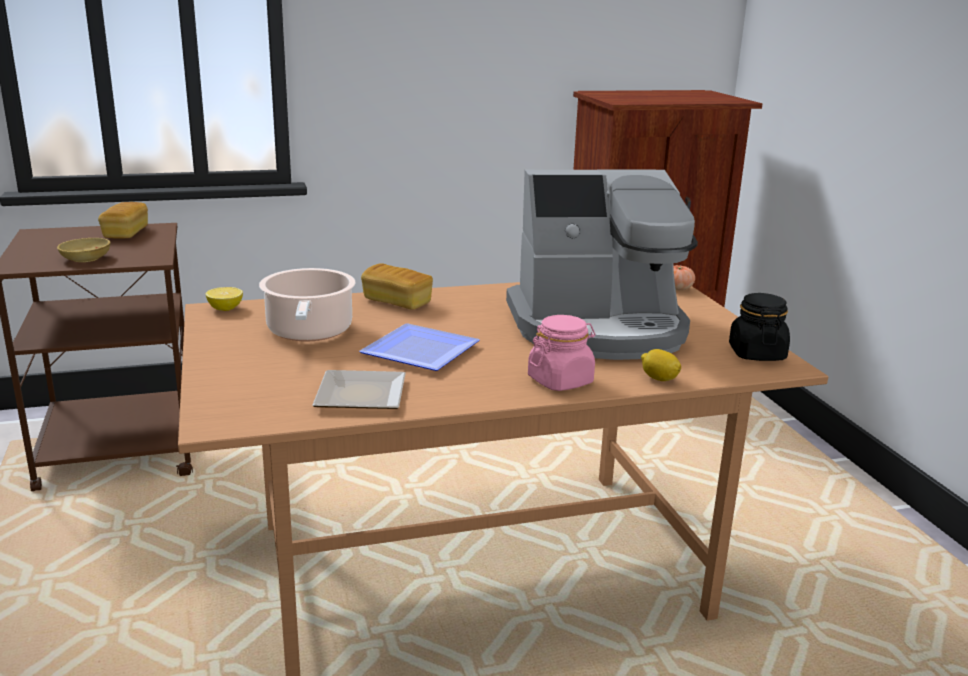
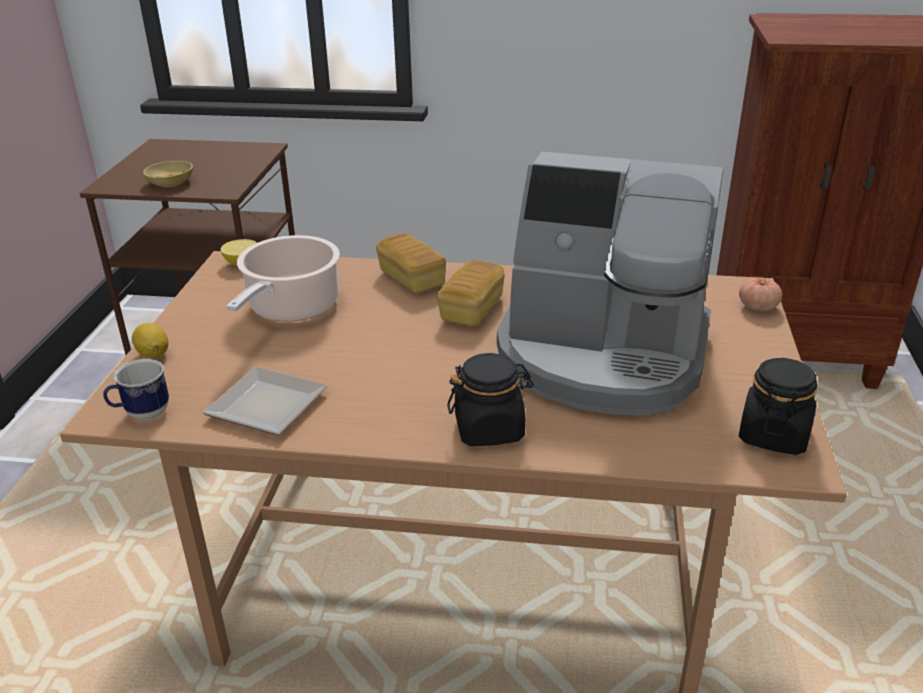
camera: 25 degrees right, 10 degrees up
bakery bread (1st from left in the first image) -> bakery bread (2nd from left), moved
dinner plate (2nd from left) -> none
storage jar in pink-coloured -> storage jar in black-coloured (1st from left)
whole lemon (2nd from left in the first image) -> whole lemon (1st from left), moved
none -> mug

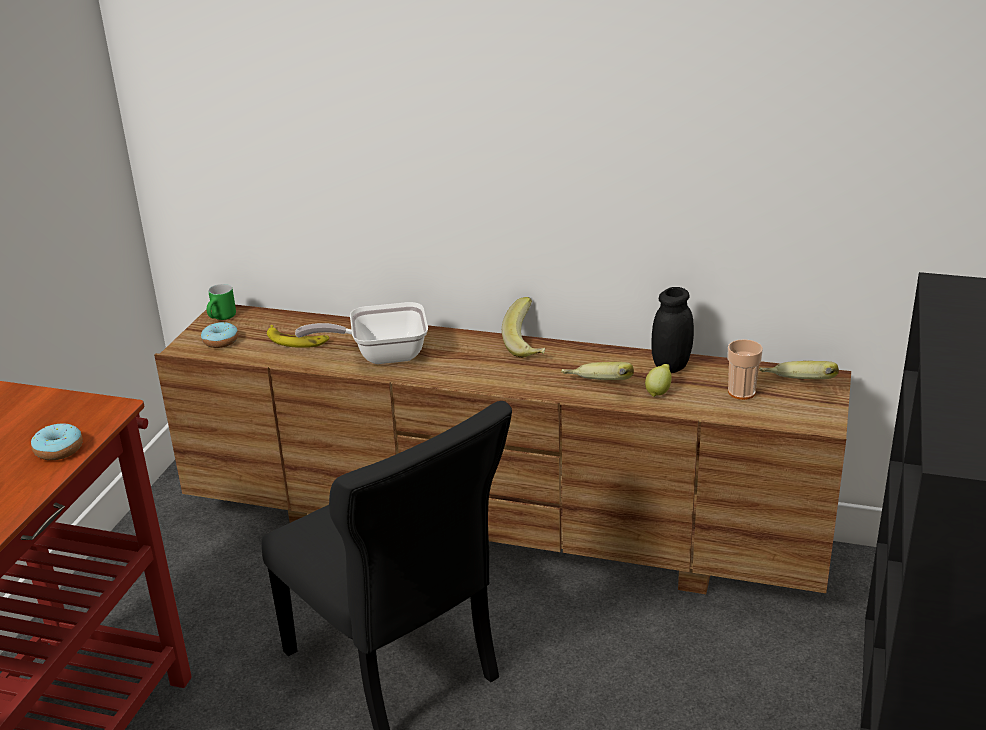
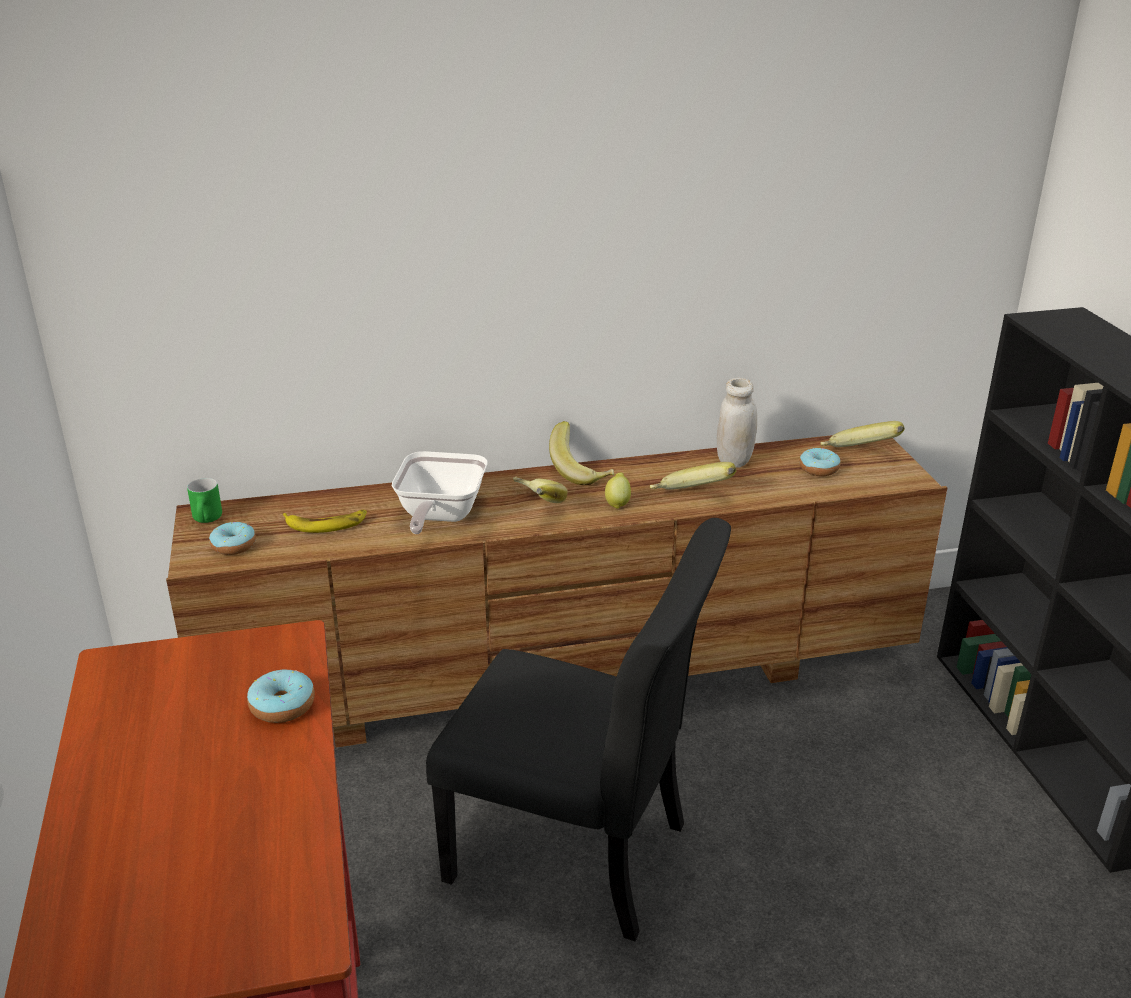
camera: 30 degrees left, 0 degrees up
pan, 45 degrees counterclockwise
whole lemon, moved
storage jar in black-coloured -> storage jar in white
small cup -> donut (3rd from left)
none -> whole banana (2nd from left)

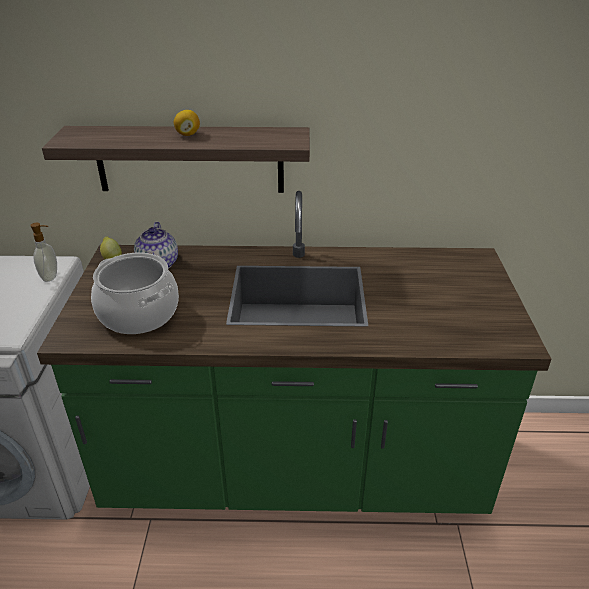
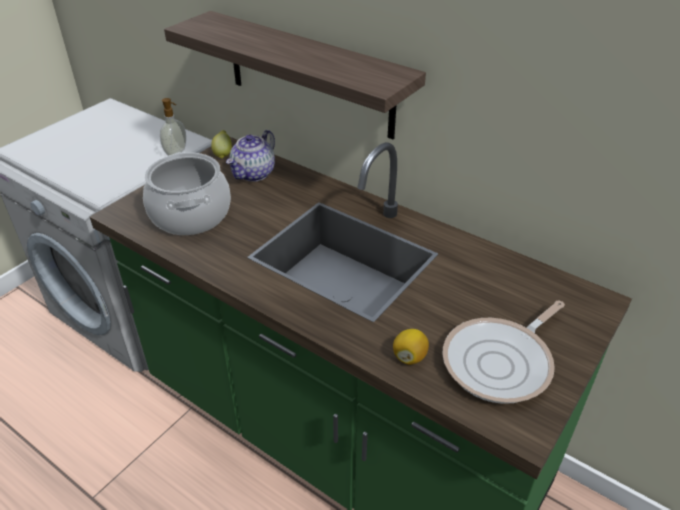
camera: 35 degrees right, 5 degrees up
whole lemon (2nd from left), moved
none -> pan

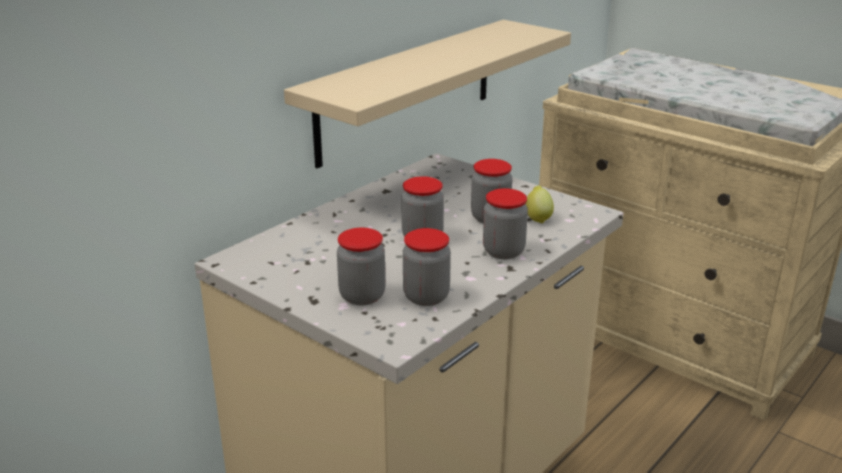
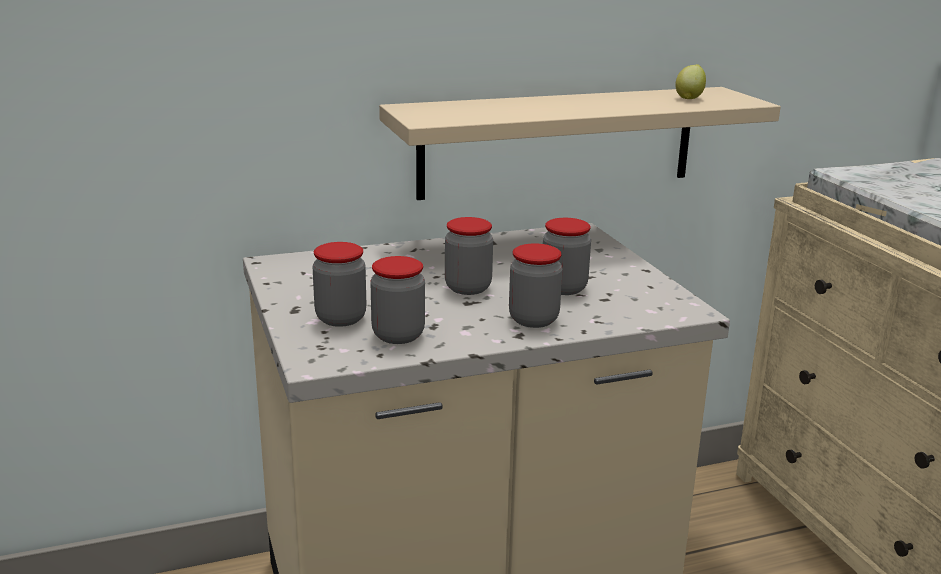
camera: 30 degrees right, 5 degrees down
whole lemon, moved

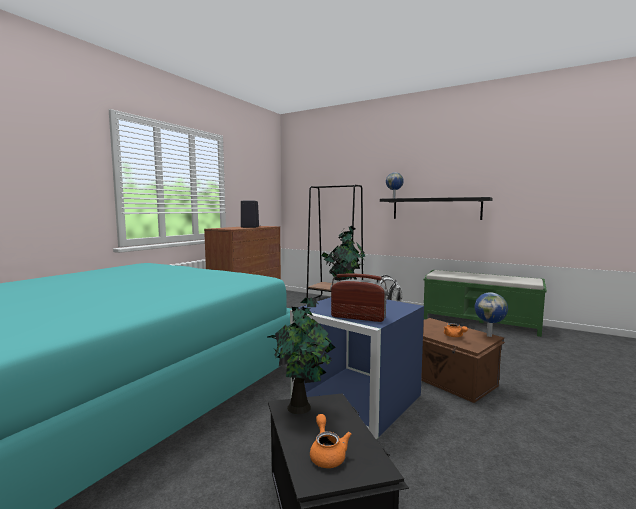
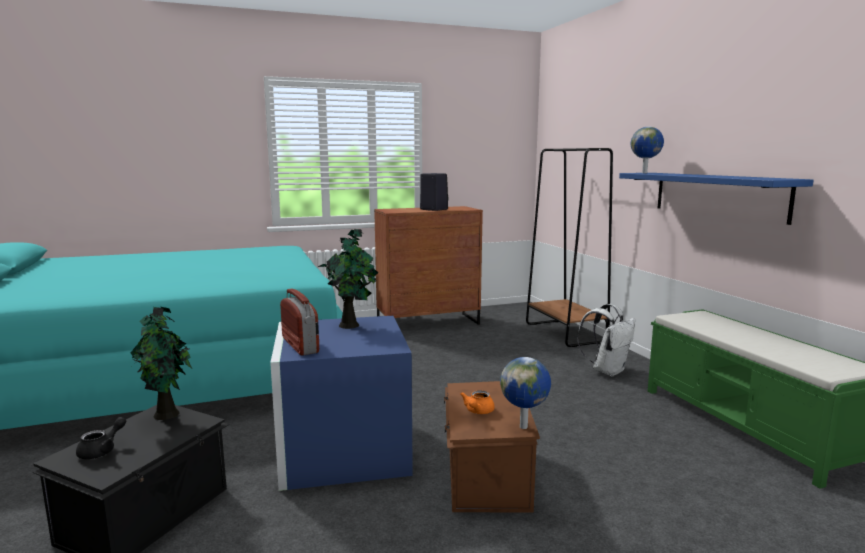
camera: 40 degrees right, 5 degrees up
pot for tea in orange (1st from left) -> pot for tea in black-coloured
bracket shelf in black-coloured -> bracket shelf in blue-coloured

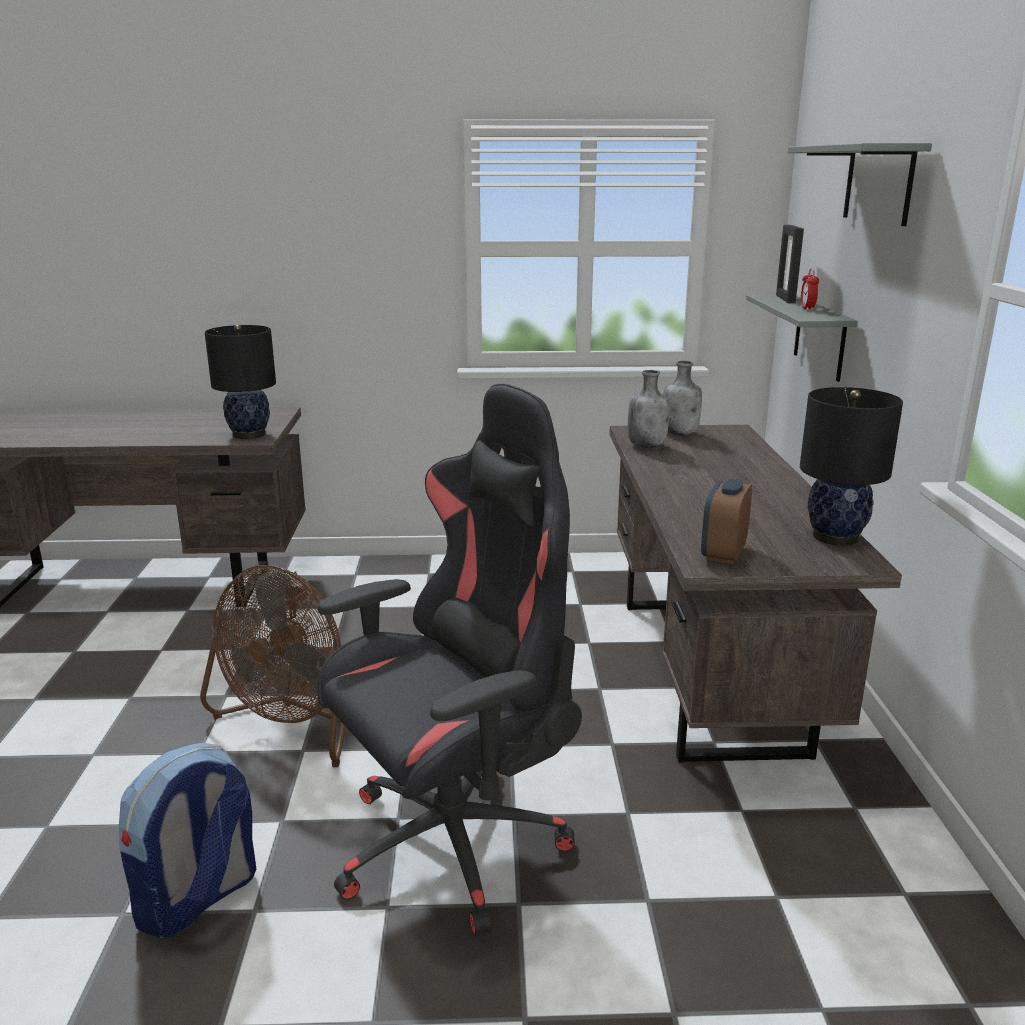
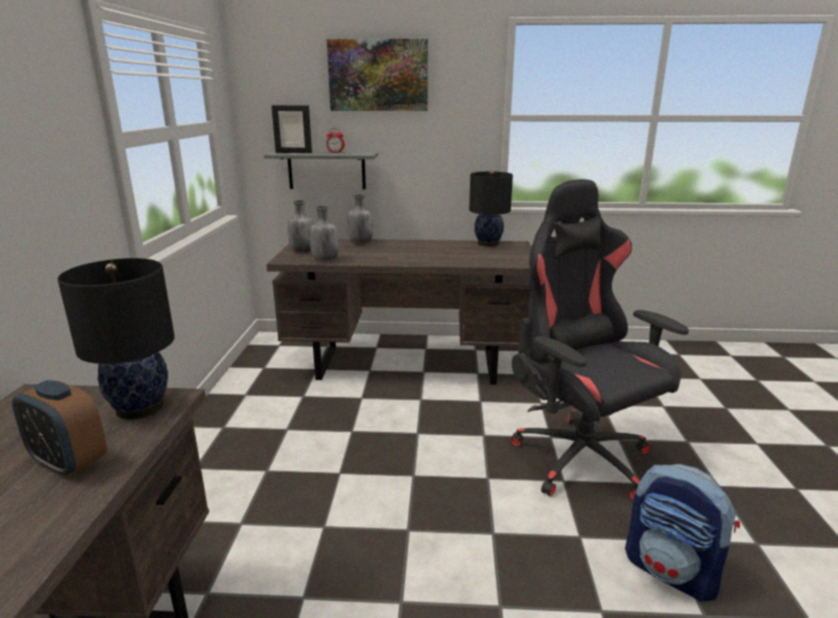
camera: 85 degrees left, 0 degrees up
fan in brownish -> none
table clock (1st from left), moved
bracket shelf in grey (2nd from left) -> picture
none -> bottle in grey (3rd from left)

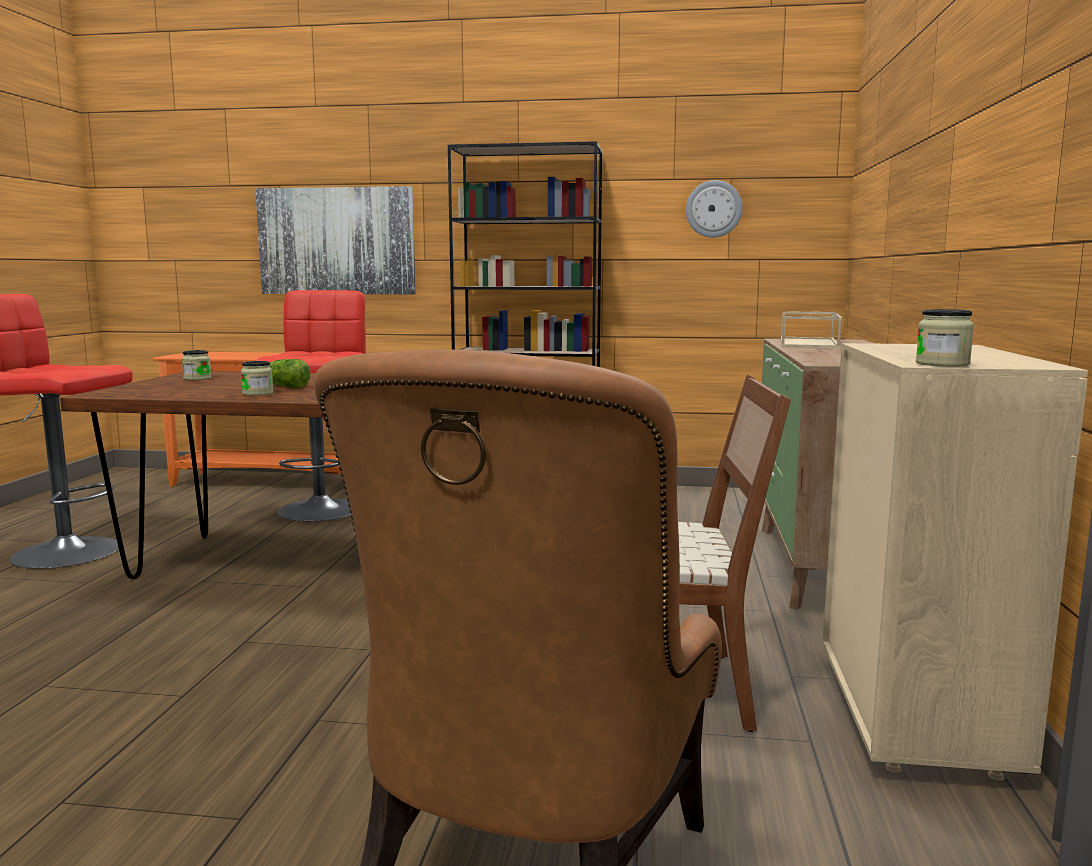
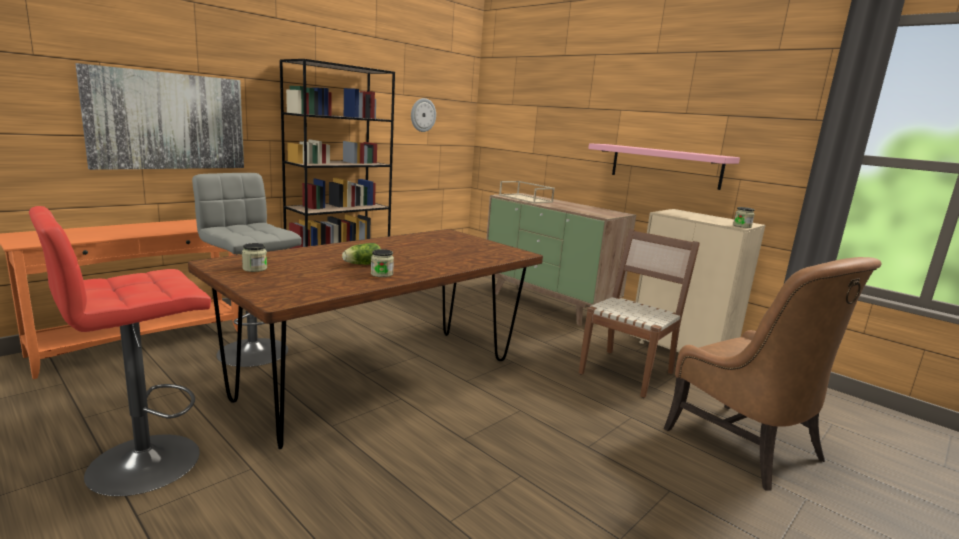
camera: 55 degrees left, 5 degrees up
sitting stool in red (2nd from left) -> sitting stool in grey
none -> bracket shelf in pink-coloured

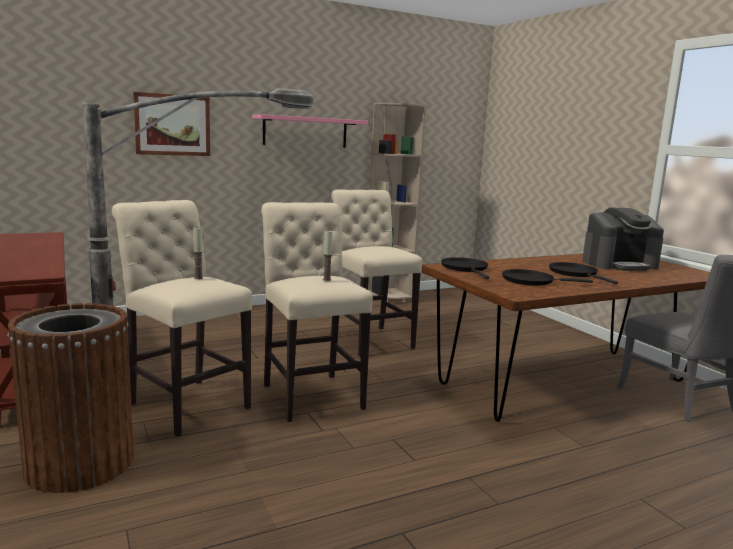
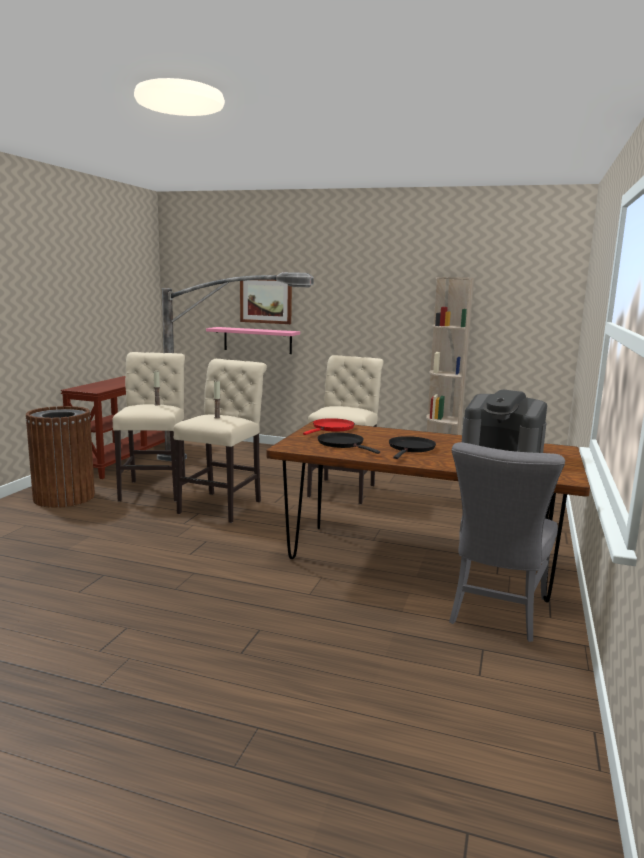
camera: 45 degrees right, 0 degrees up
bracket shelf in pink-coloured, moved
pan in black-coloured (1st from left) -> pan in red

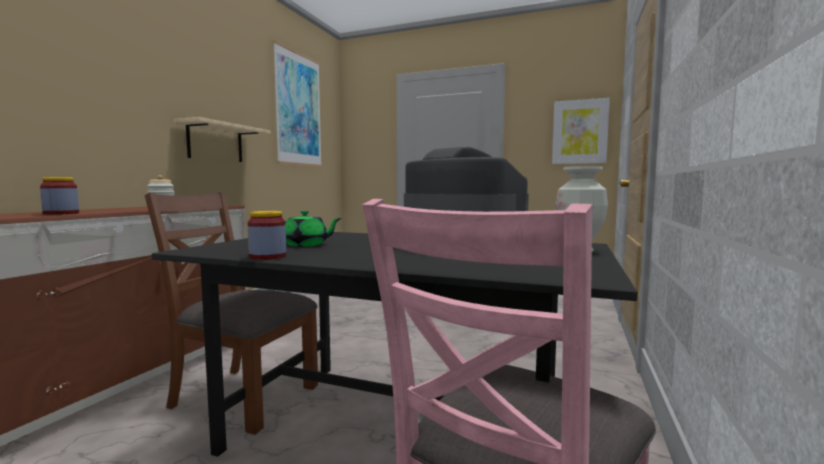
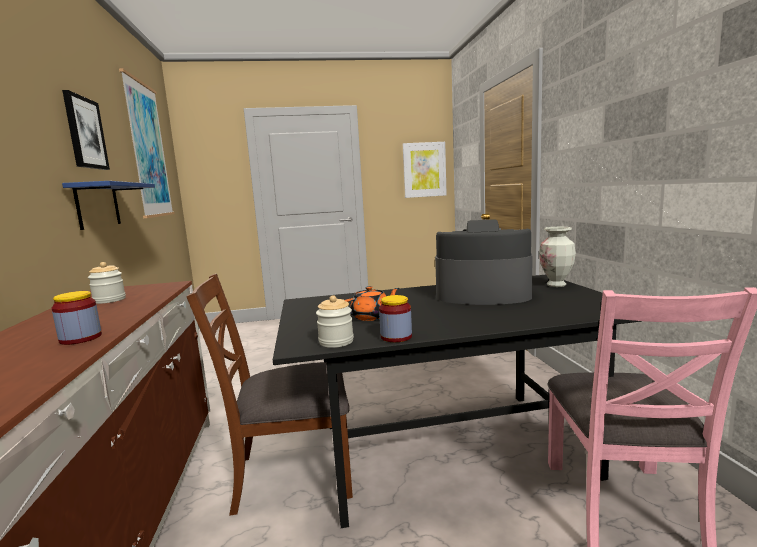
camera: 30 degrees left, 5 degrees up
bracket shelf in sand-coloured -> bracket shelf in blue-coloured
pot for tea in green -> pot for tea in orange
none -> picture (1st from left)
none -> storage jar (3rd from left)

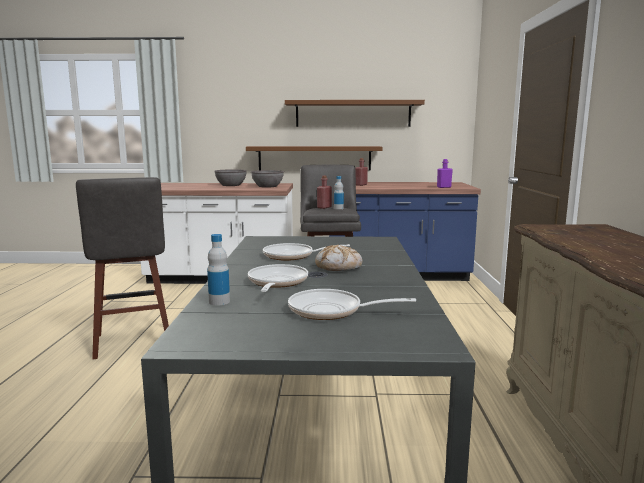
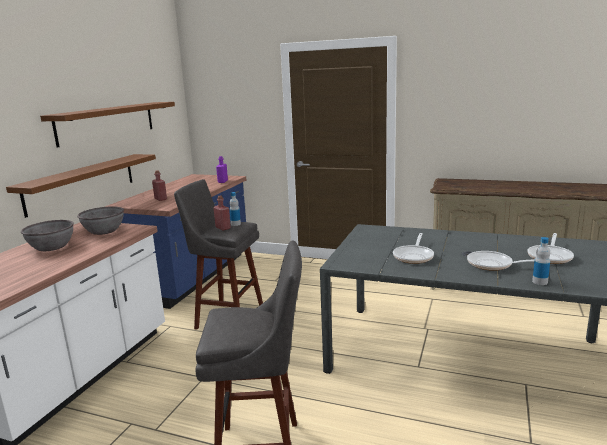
camera: 70 degrees left, 5 degrees up
bakery bread -> none

